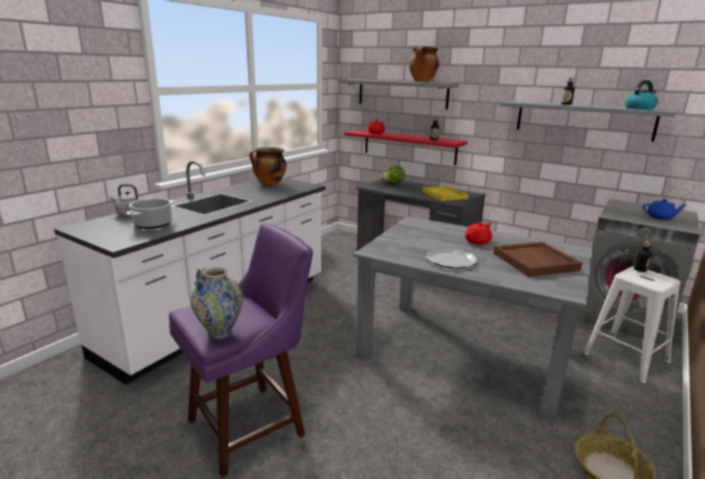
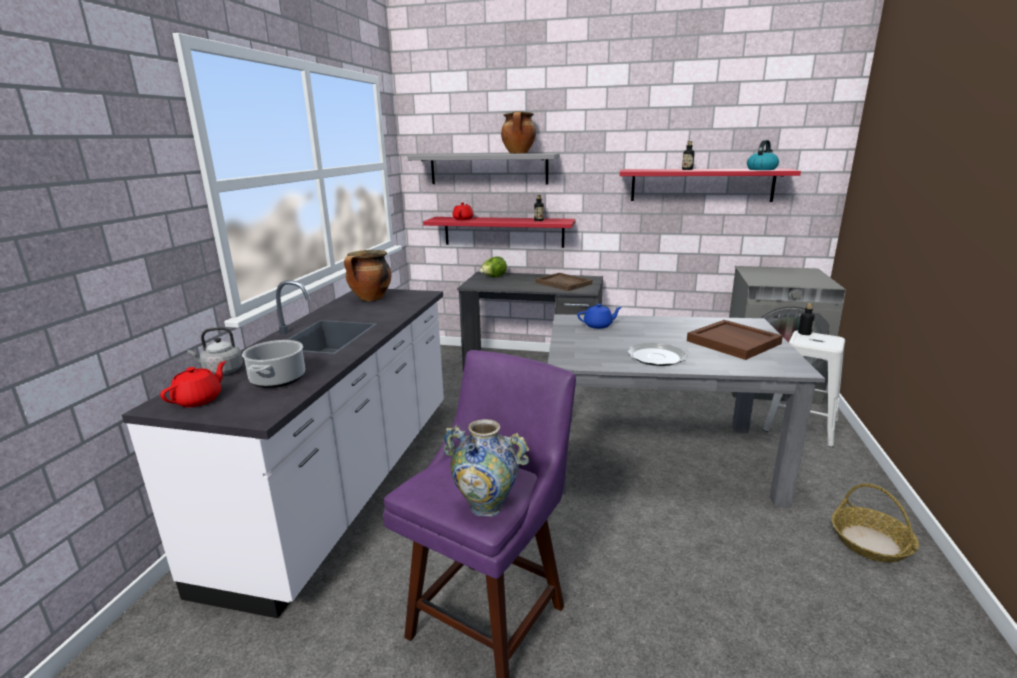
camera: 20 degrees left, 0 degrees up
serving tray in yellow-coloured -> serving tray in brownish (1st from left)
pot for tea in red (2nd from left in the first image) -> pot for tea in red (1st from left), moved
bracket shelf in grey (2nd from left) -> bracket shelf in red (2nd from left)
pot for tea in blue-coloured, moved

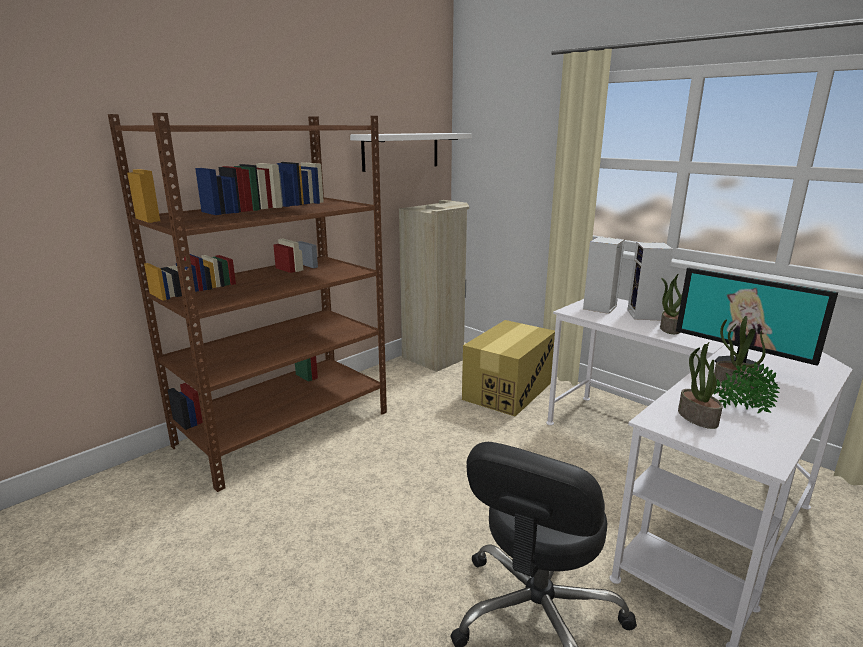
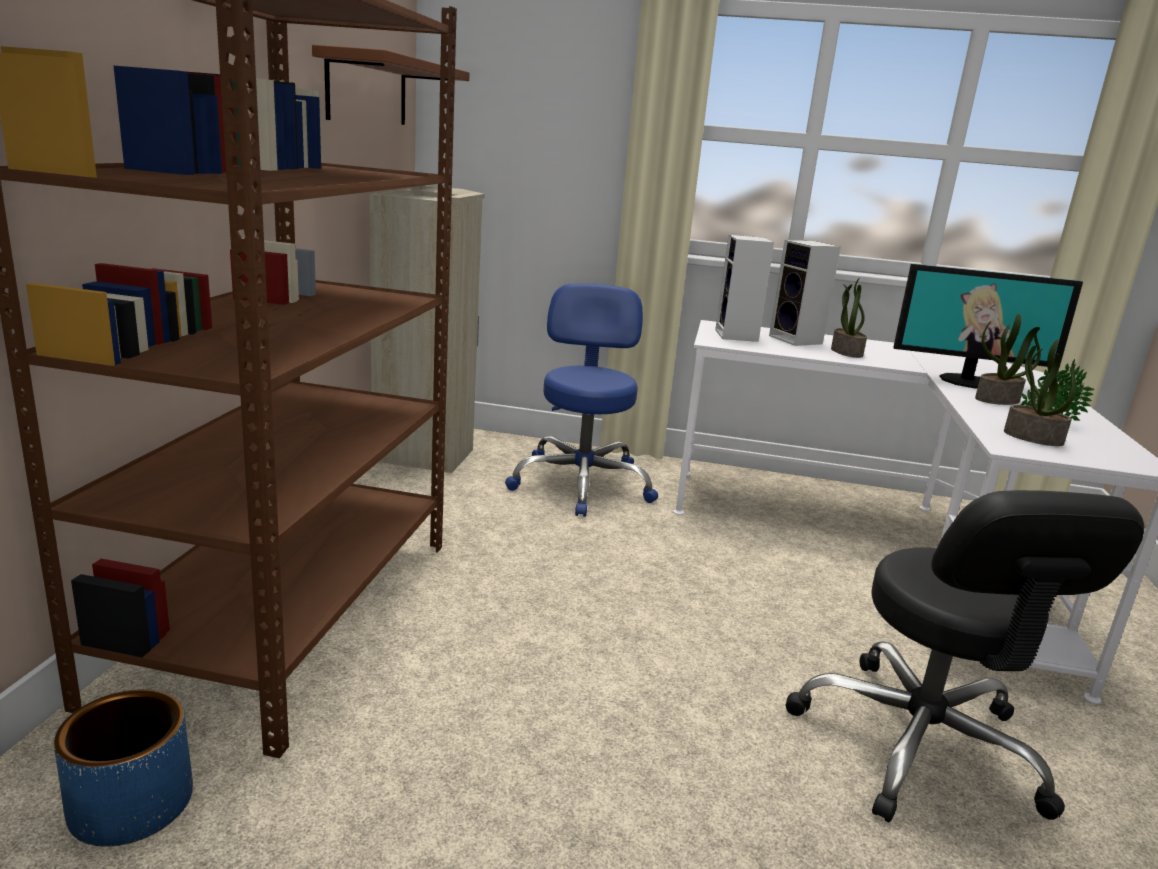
camera: 35 degrees left, 0 degrees up
bracket shelf in white -> bracket shelf in brownish
packing box -> computer chair in blue-coloured
none -> plant pot in blue-coloured

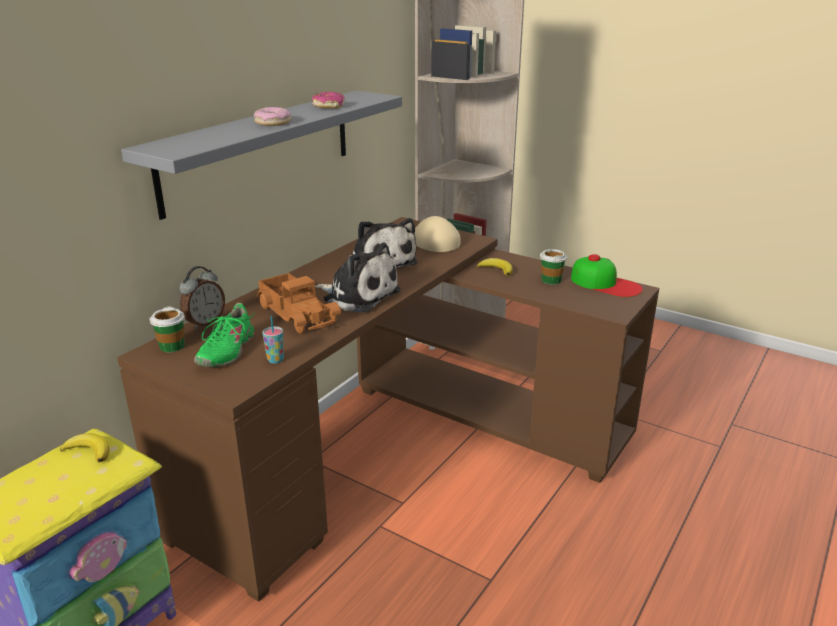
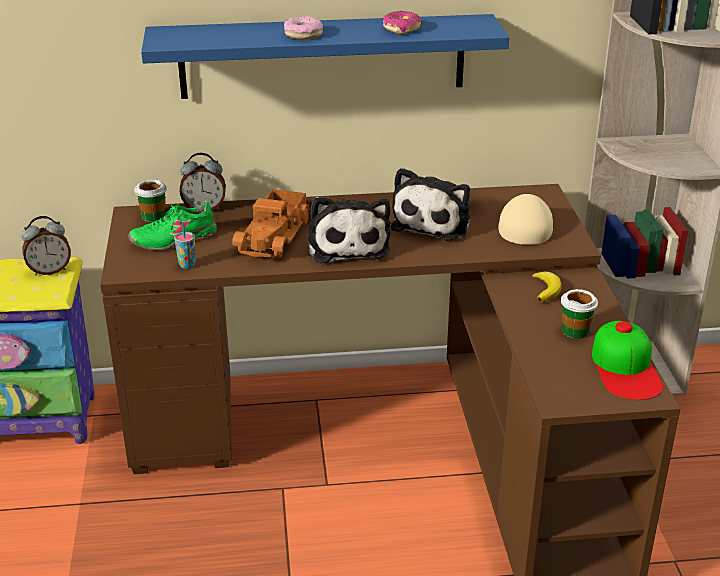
camera: 50 degrees right, 5 degrees up
whole banana (1st from left) -> table clock (1st from left)
bracket shelf in grey -> bracket shelf in blue-coloured

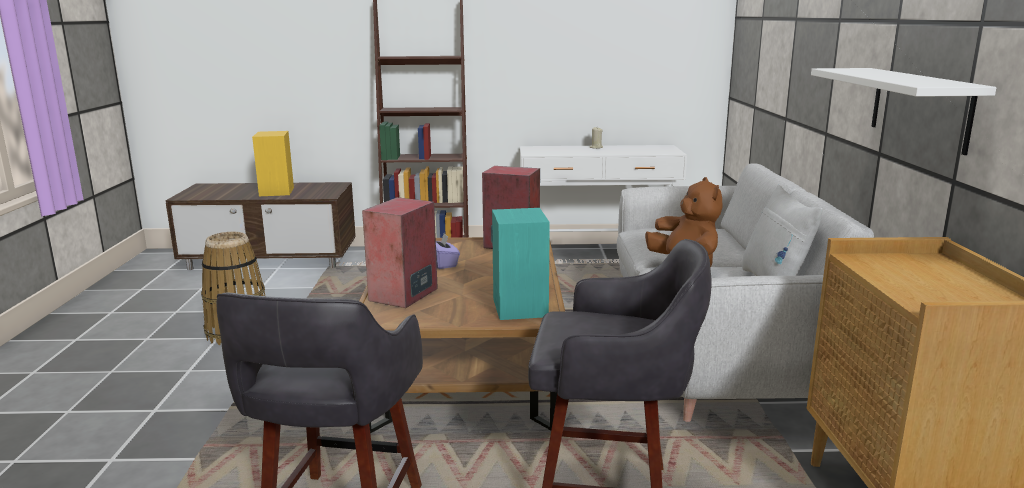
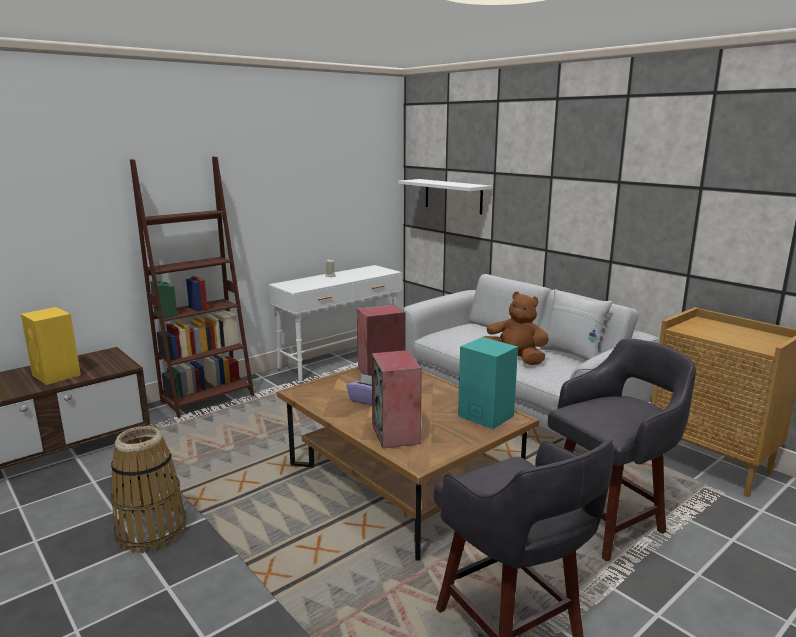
camera: 40 degrees left, 0 degrees up
bracket shelf in white, moved

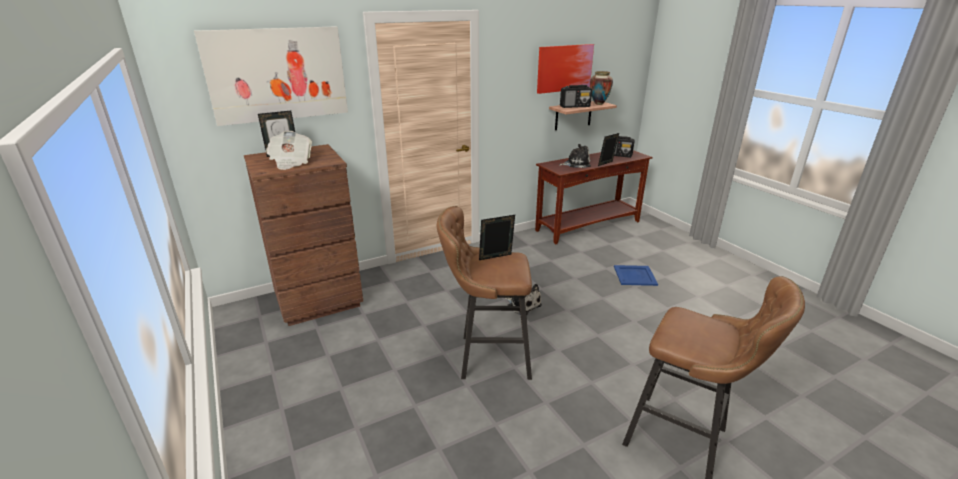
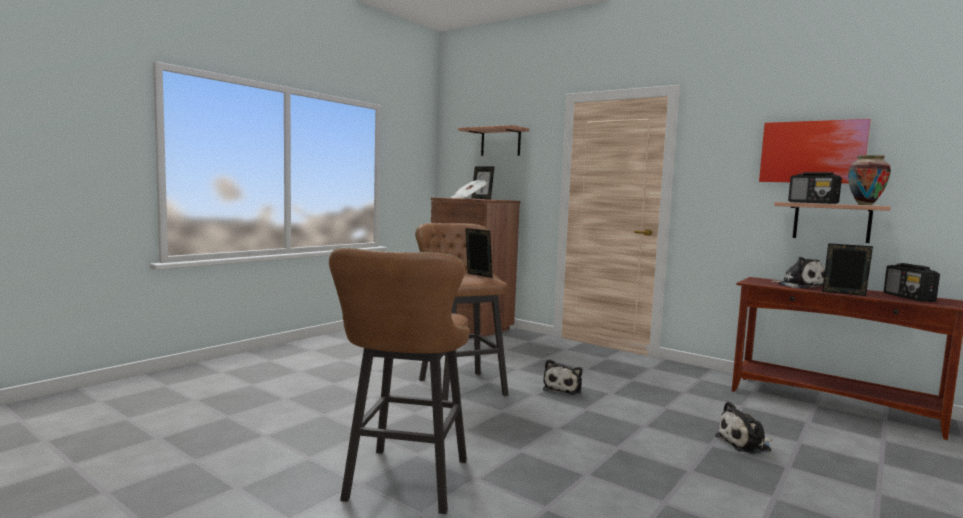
camera: 65 degrees right, 20 degrees down
picture (1st from left) -> bracket shelf (1st from left)
serving tray in blue-coloured -> plush toy (2nd from left)

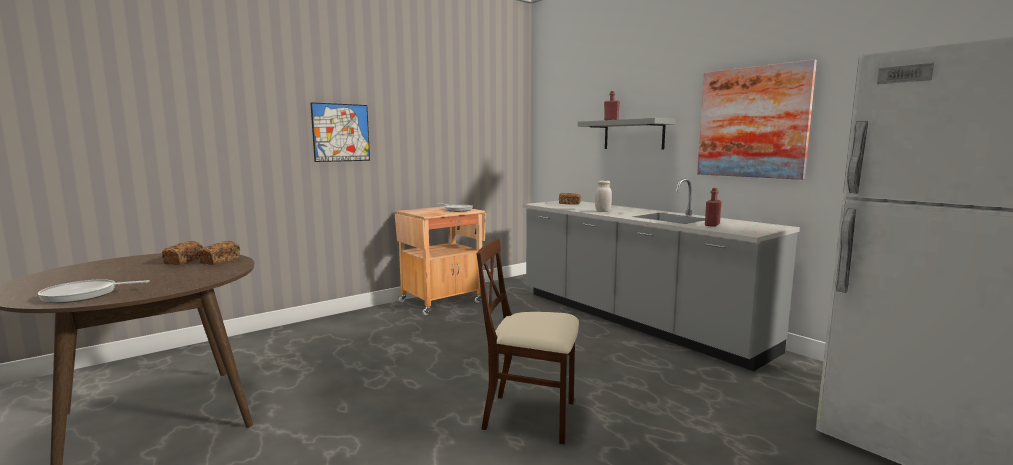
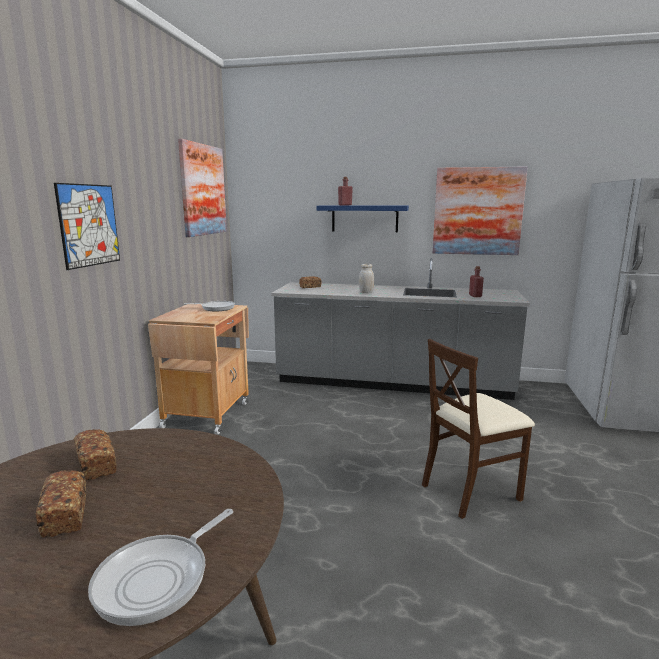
camera: 40 degrees left, 5 degrees up
bakery bread (2nd from left in the first image) -> bakery bread (1st from left), moved
bracket shelf in grey -> bracket shelf in blue-coloured
none -> picture (2nd from left)

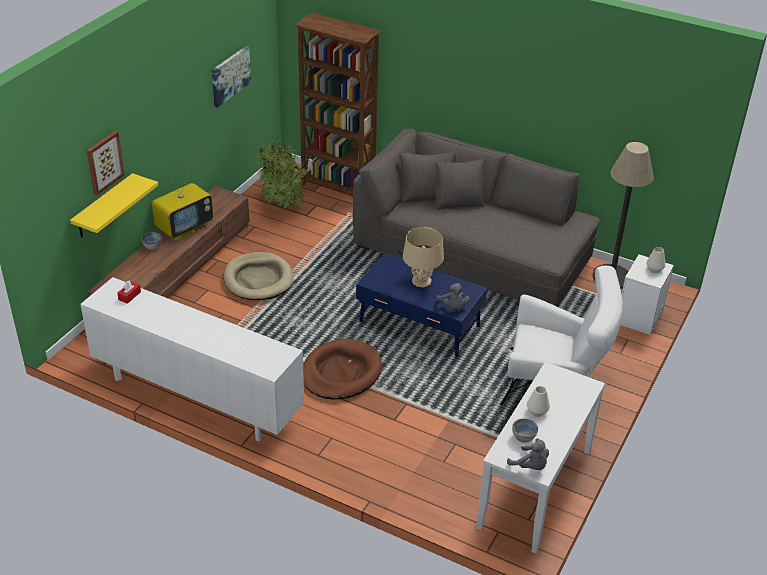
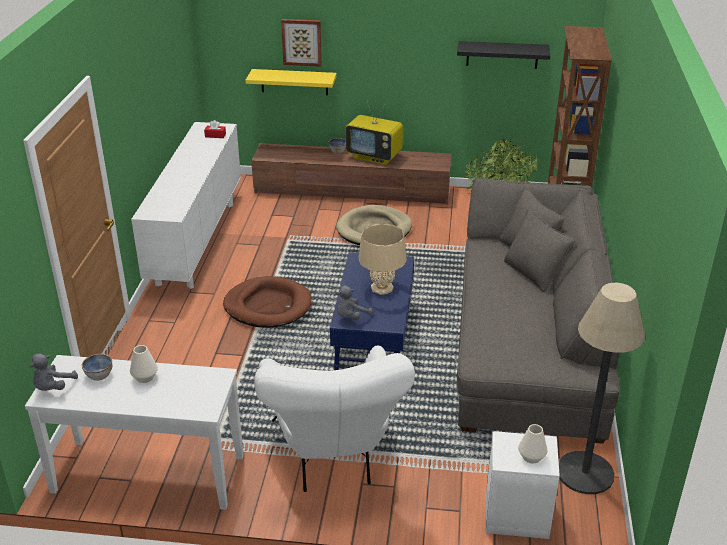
camera: 70 degrees right, 5 degrees down
picture (2nd from left) -> bracket shelf in black-coloured

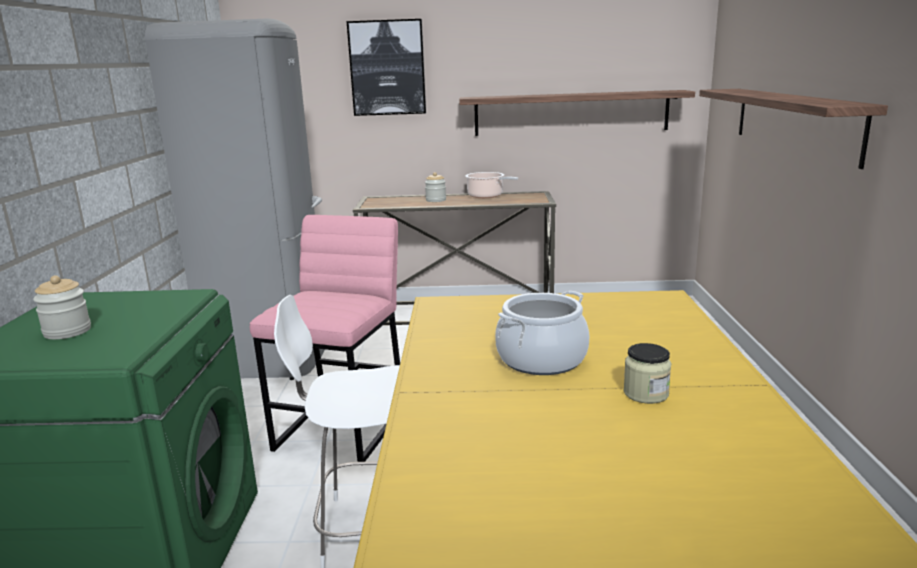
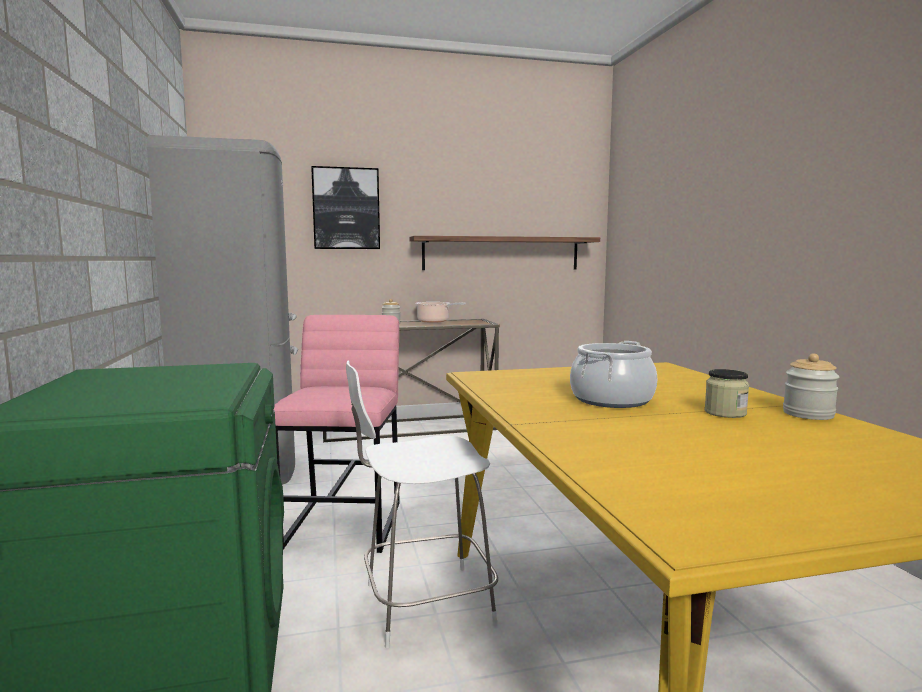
camera: 15 degrees left, 10 degrees down
storage jar (1st from left in the first image) -> storage jar (3rd from left), moved
bracket shelf (2nd from left) -> none

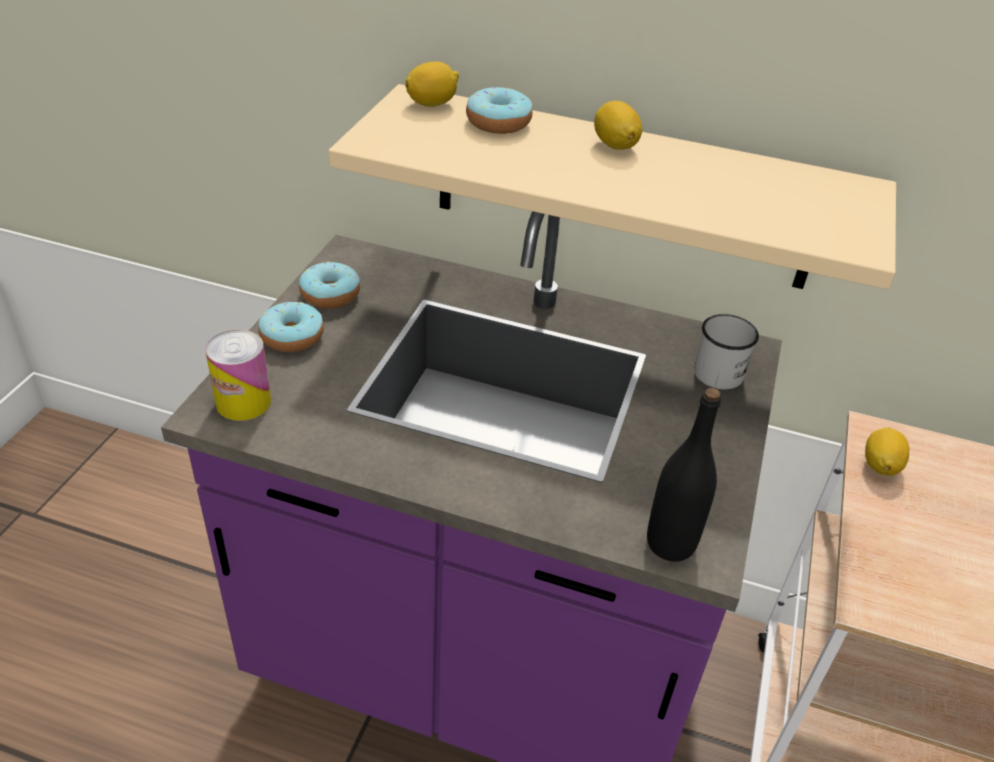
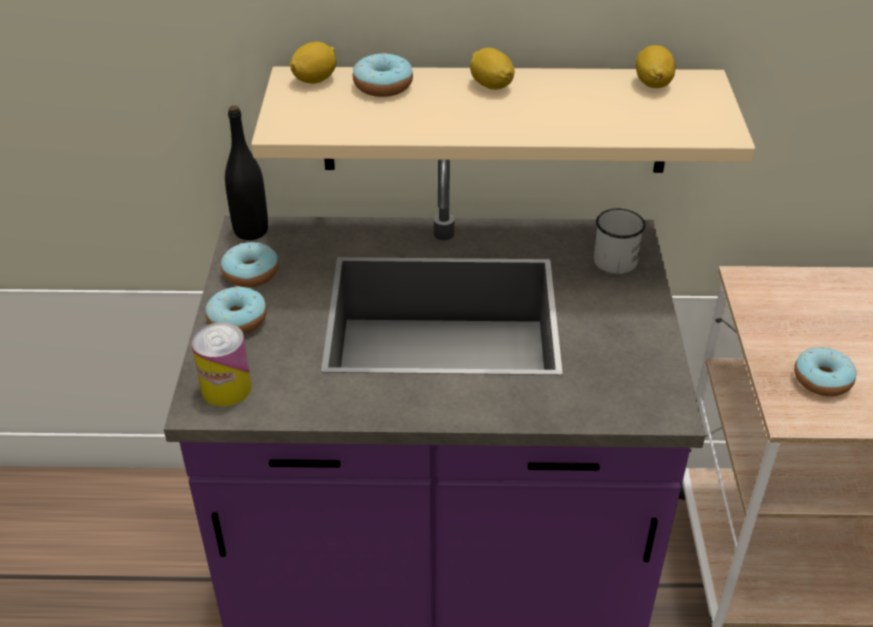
camera: 15 degrees left, 0 degrees up
bottle in black-coloured, moved
whole lemon (3rd from left), moved
none -> donut (4th from left)

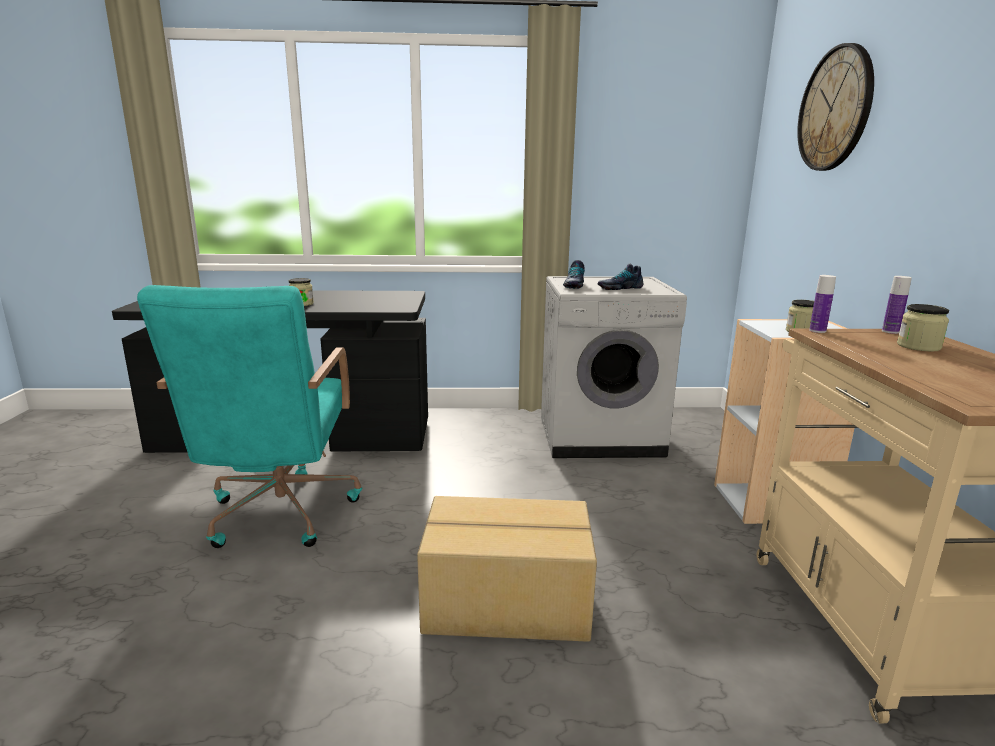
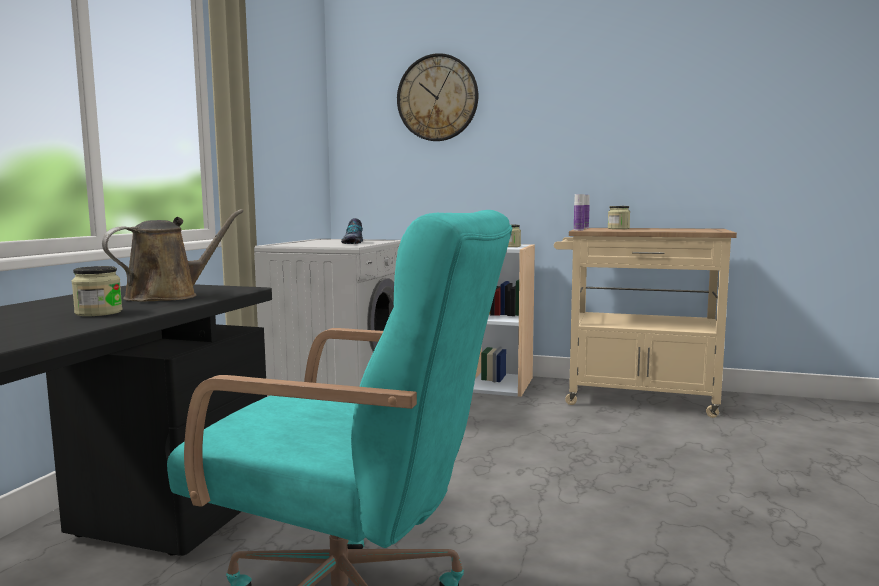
camera: 70 degrees left, 10 degrees down
packing box -> none
item of footwear (1st from left) -> none
none -> sprinkling can in brownish

